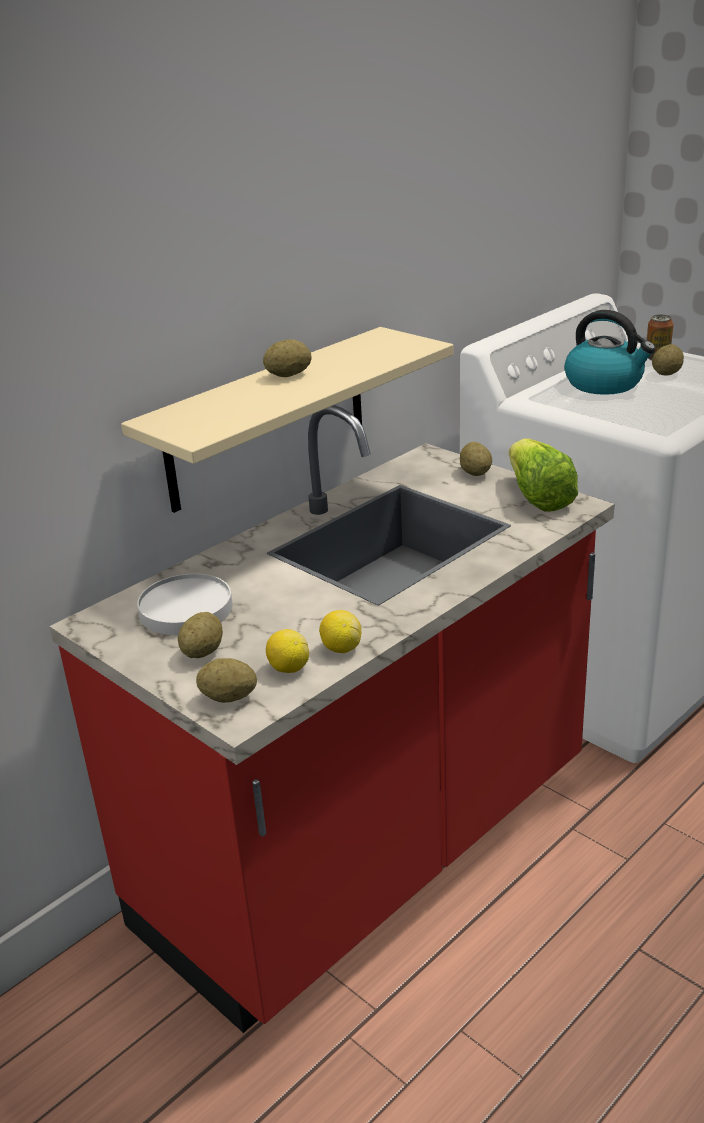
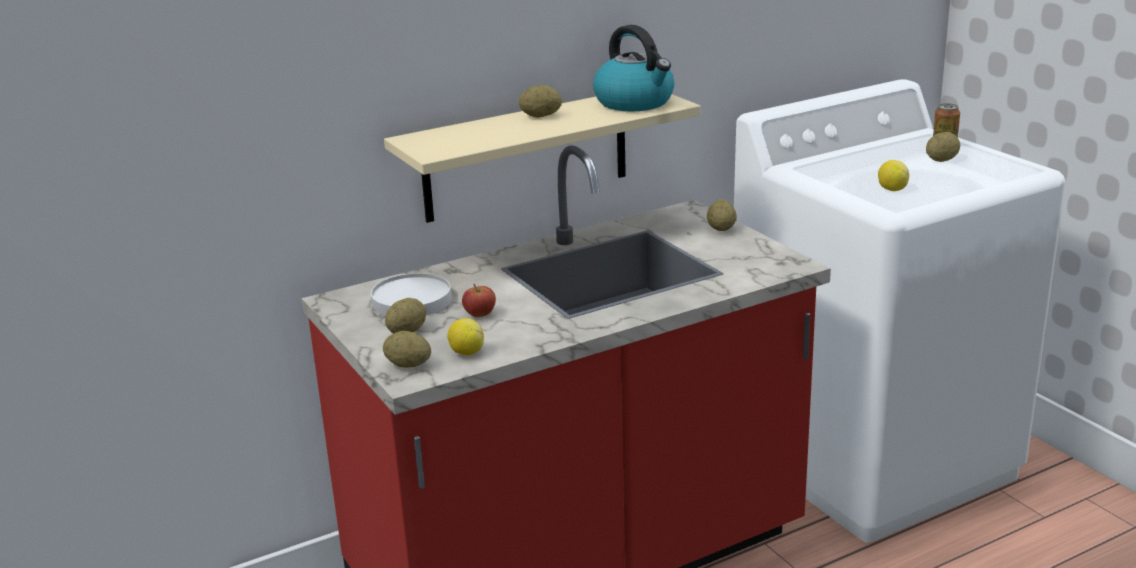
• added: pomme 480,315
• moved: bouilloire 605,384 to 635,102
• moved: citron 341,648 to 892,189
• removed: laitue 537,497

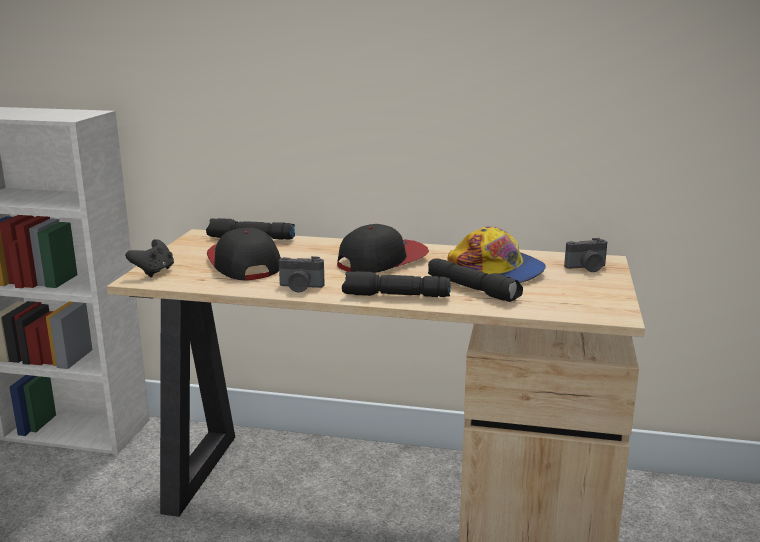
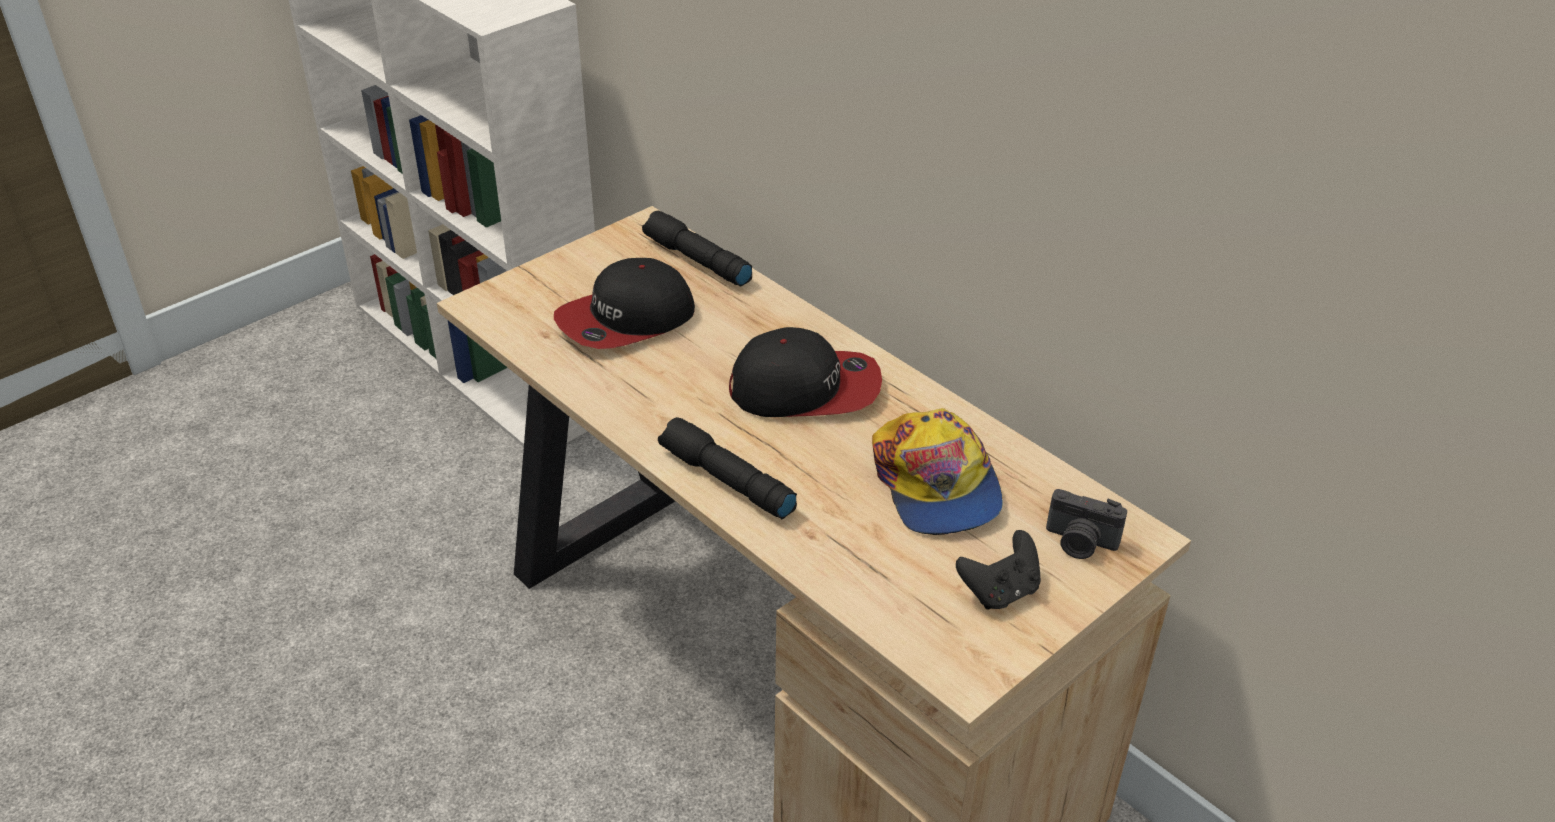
• turned: casquette 243,264 = 626,320 135 degrees counterclockwise
• moved: manette/noir 154,272 to 1000,591
• removed: appareil photo 300,287
• removed: lampe de poche/noir 473,289

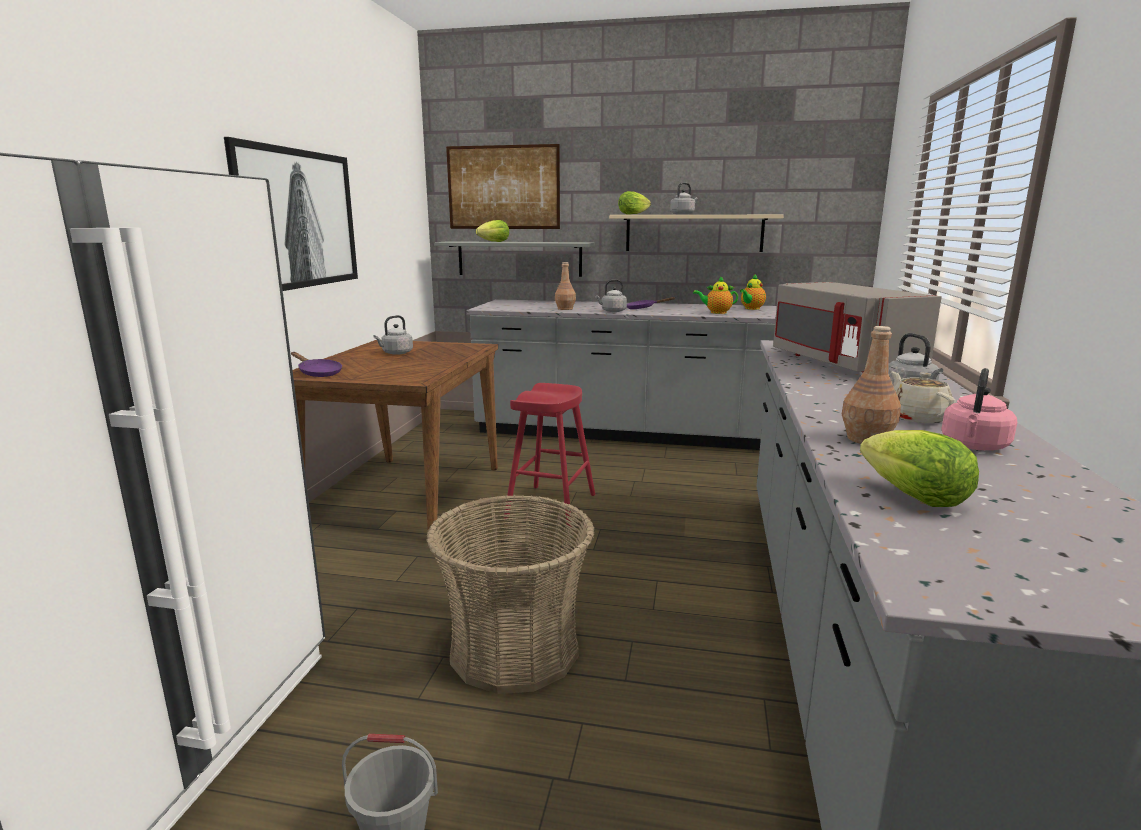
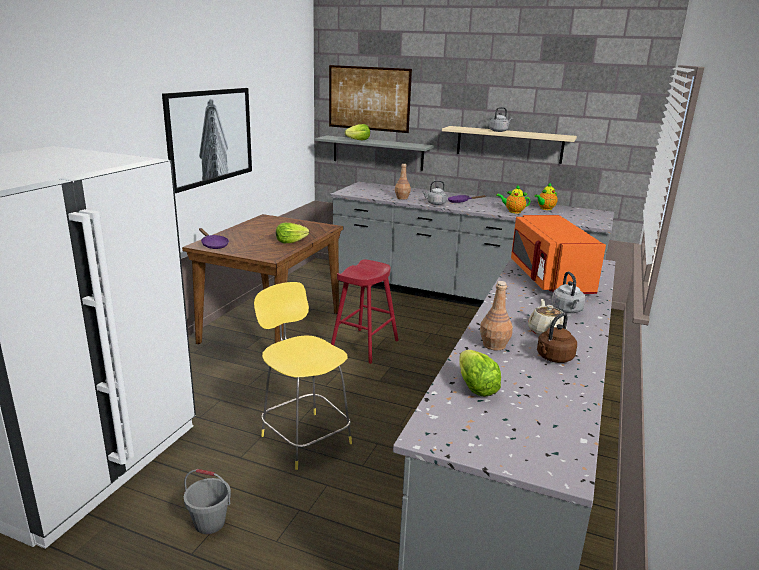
• replaced: panier 514,649 to tabouret/jaune 304,438
• moved: laitue 632,214 to 290,242
• recoloured: micro-ondes/gris 840,364 to micro-ondes/orange 548,278
• recoloured: bouilloire/rose 974,446 to bouilloire/marron 553,358
• removed: bouilloire/gris 396,353

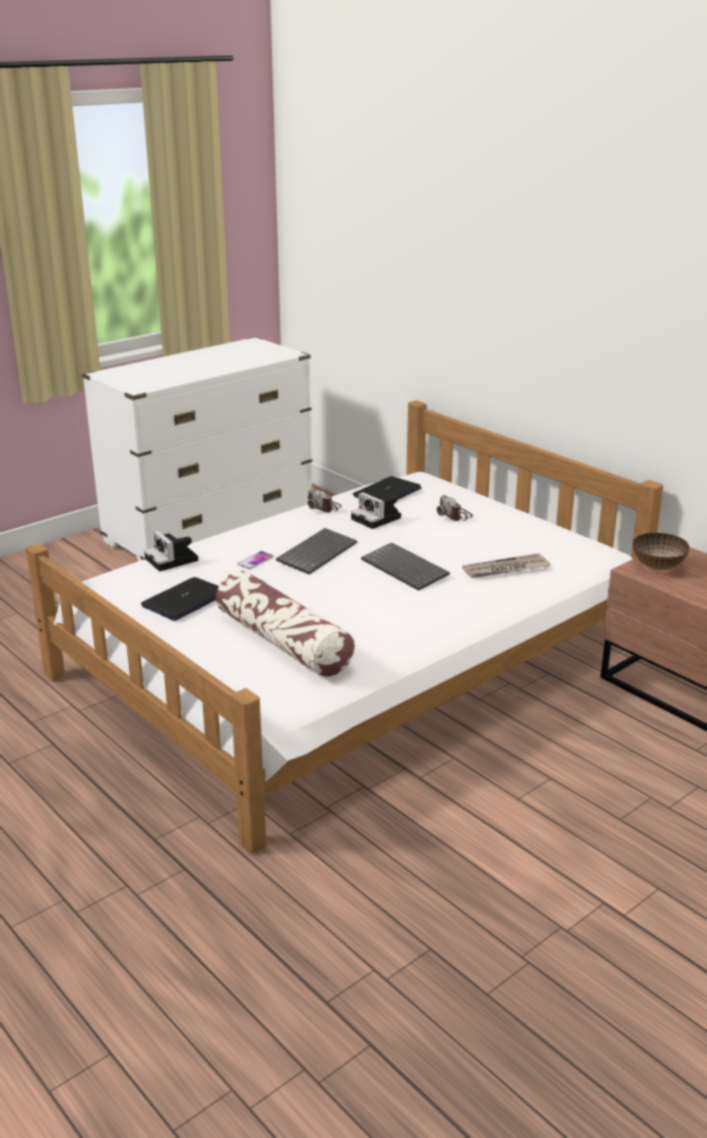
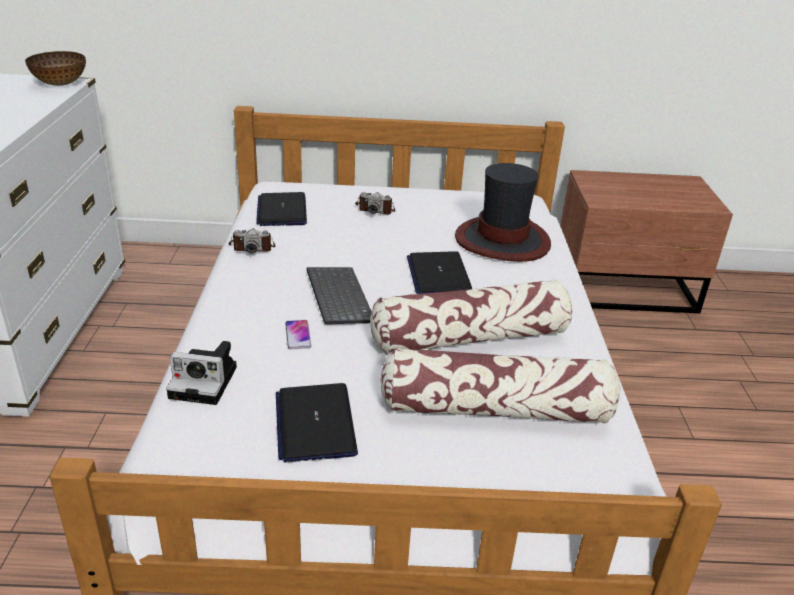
• moved: bol 657,567 to 59,84
• added: coussin 470,337
• replaced: clavier 406,568 to ordinateur portable 438,275
• replaced: journal 505,569 to chapeau 503,240
• removed: appareil photo 377,519

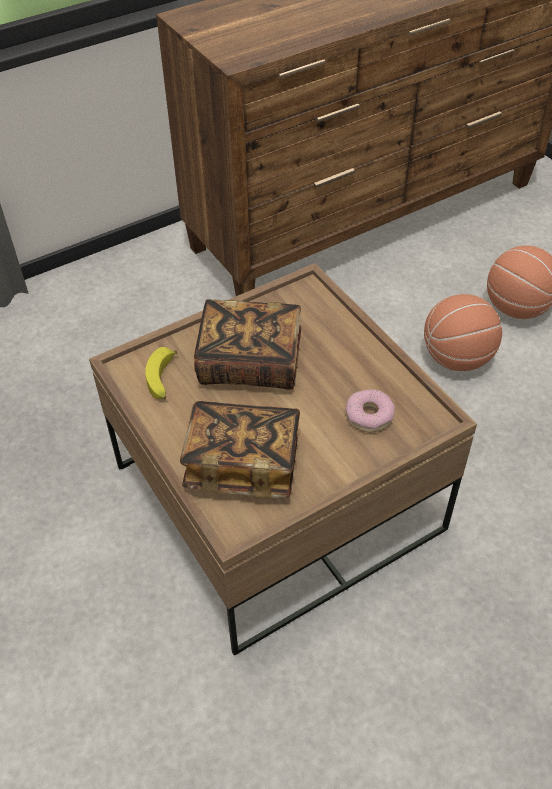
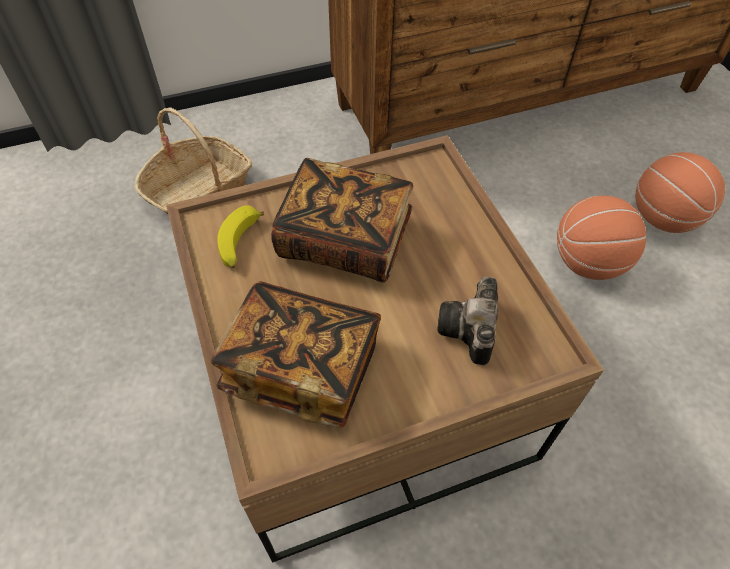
• added: panier 199,190
• replaced: beignet 368,415 to appareil photo 469,332

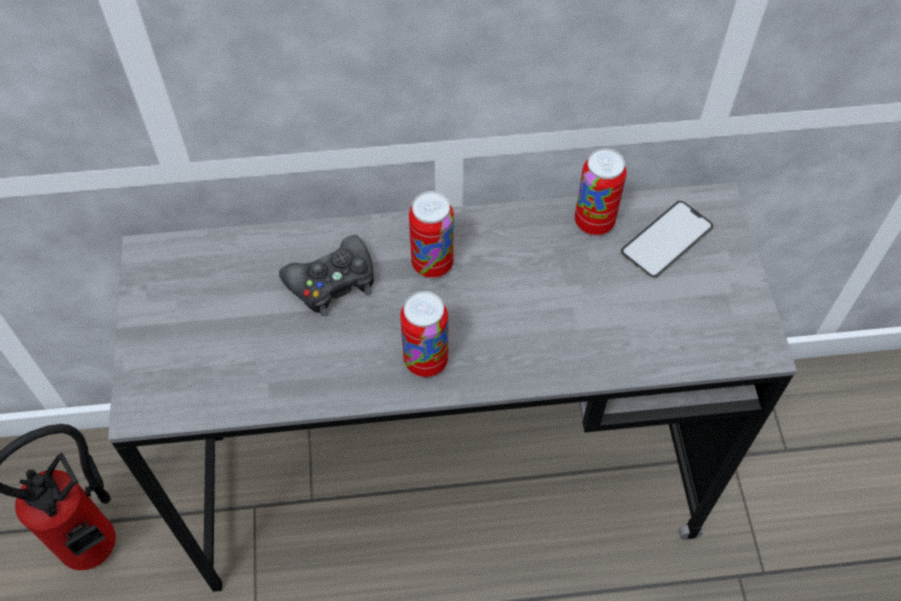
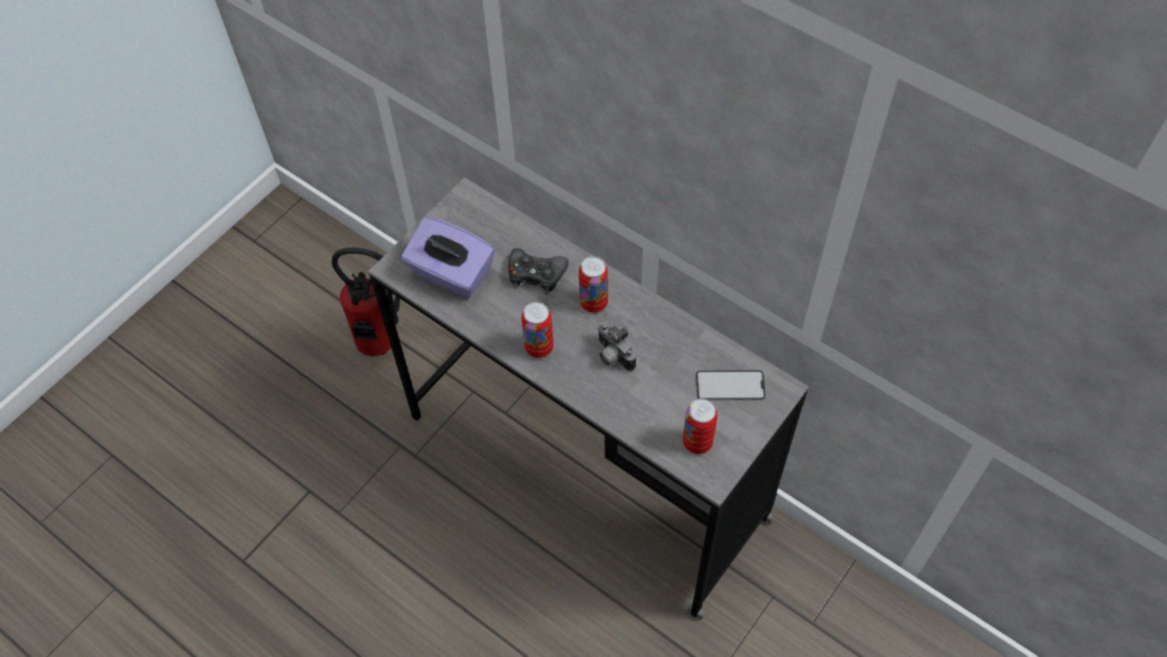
• added: boîte à mouchoirs/violet 451,274
• added: appareil photo 612,356
• moved: boîte métallique 594,222 to 697,442

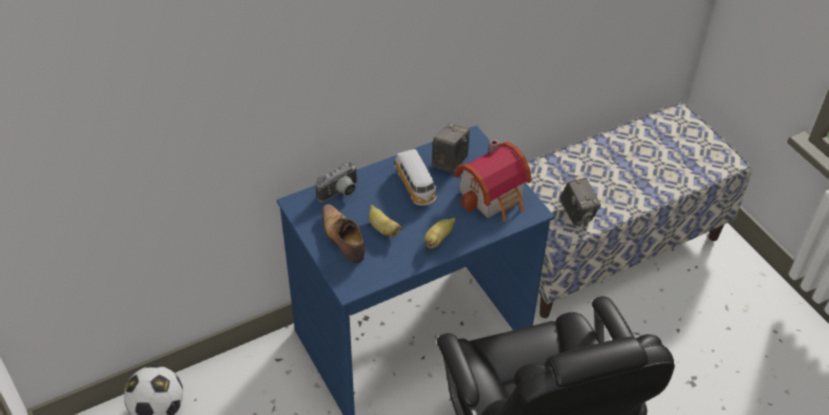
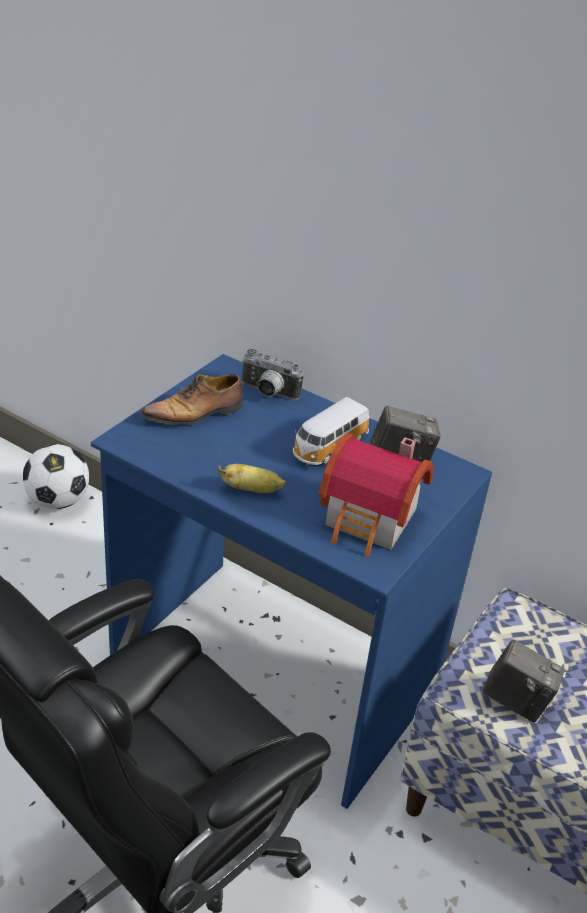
• turned: chaussure 342,238 = 196,414 150 degrees counterclockwise
• turned: appareil photo 577,213 = 516,701 105 degrees counterclockwise
• removed: banane 383,228

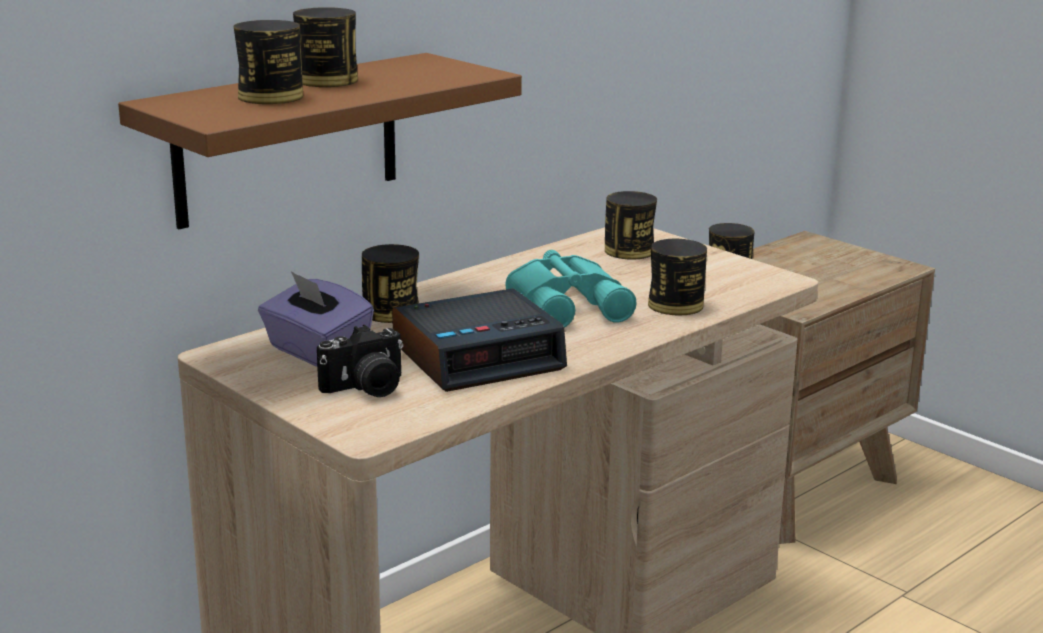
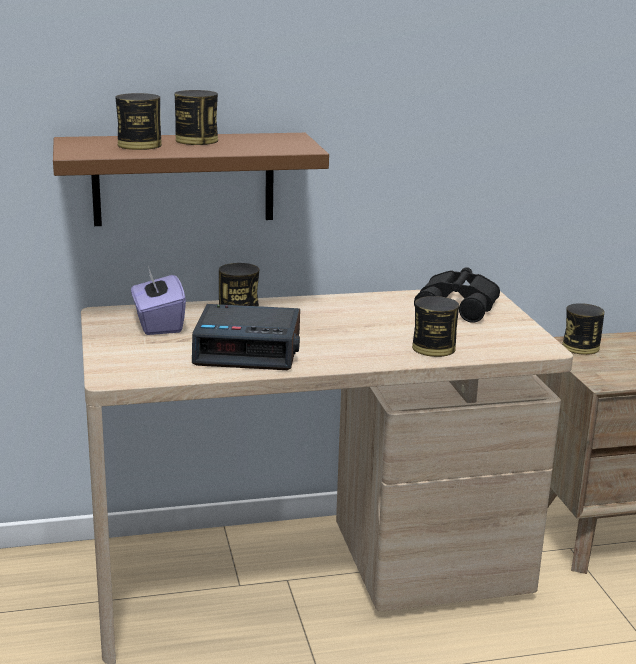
• replaced: boîte métallique 629,251 to jumelles/noir 459,306
• removed: appareil photo 366,388
• removed: jumelles/turquoise 569,305

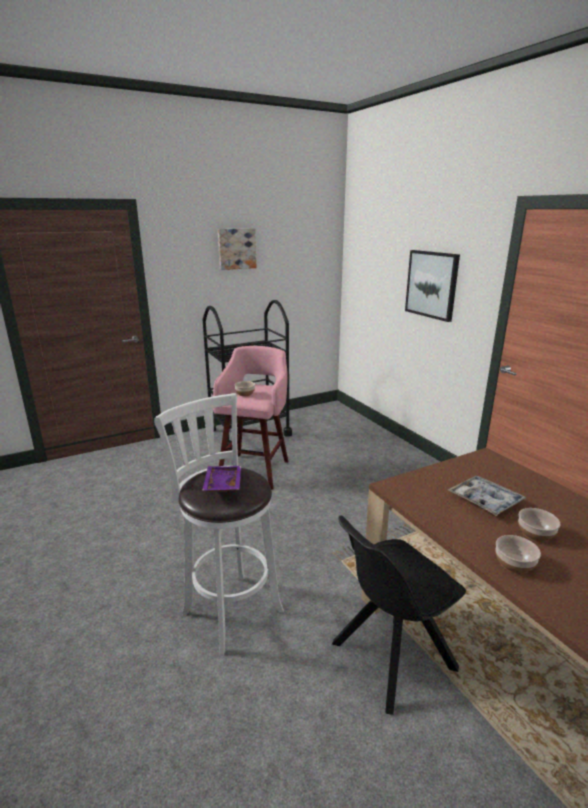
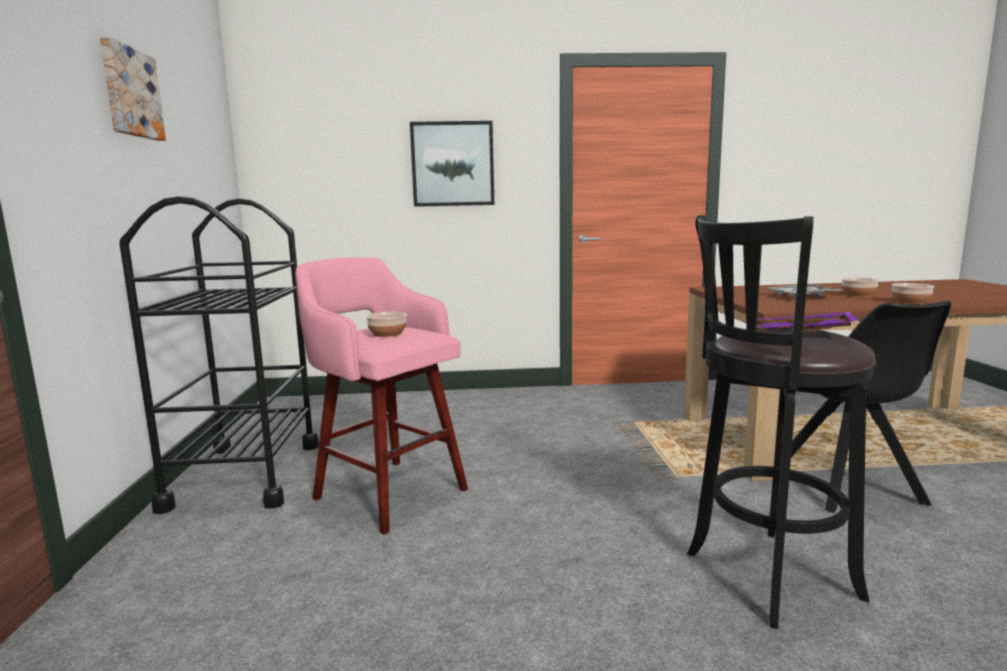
• recoloured: tabouret/blanc 229,609 to tabouret/noir 764,577

